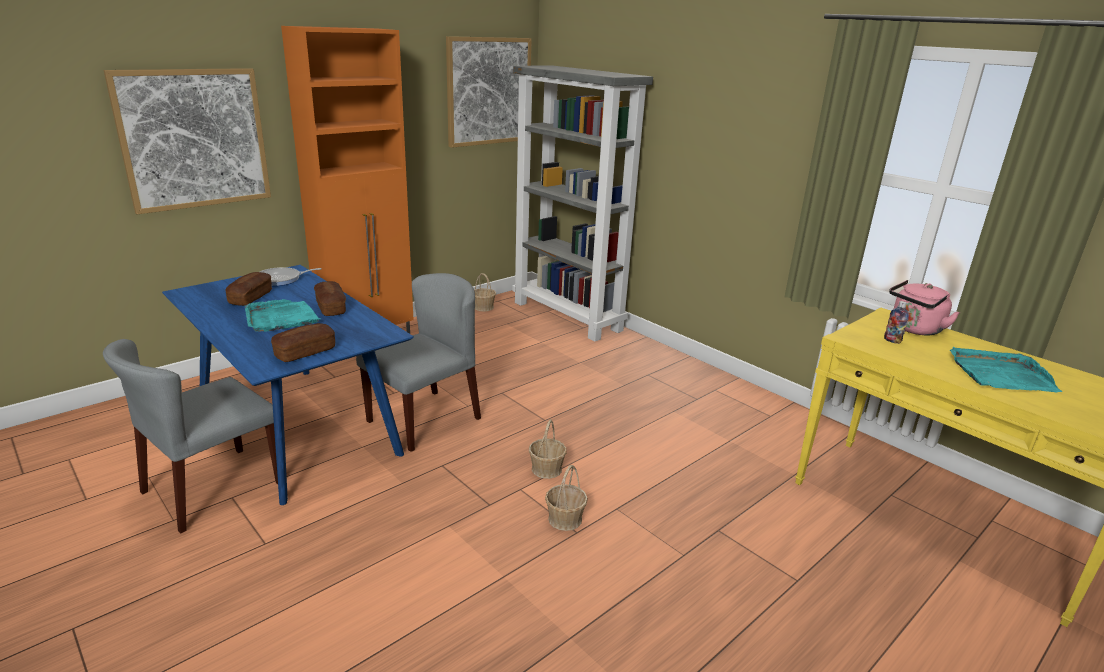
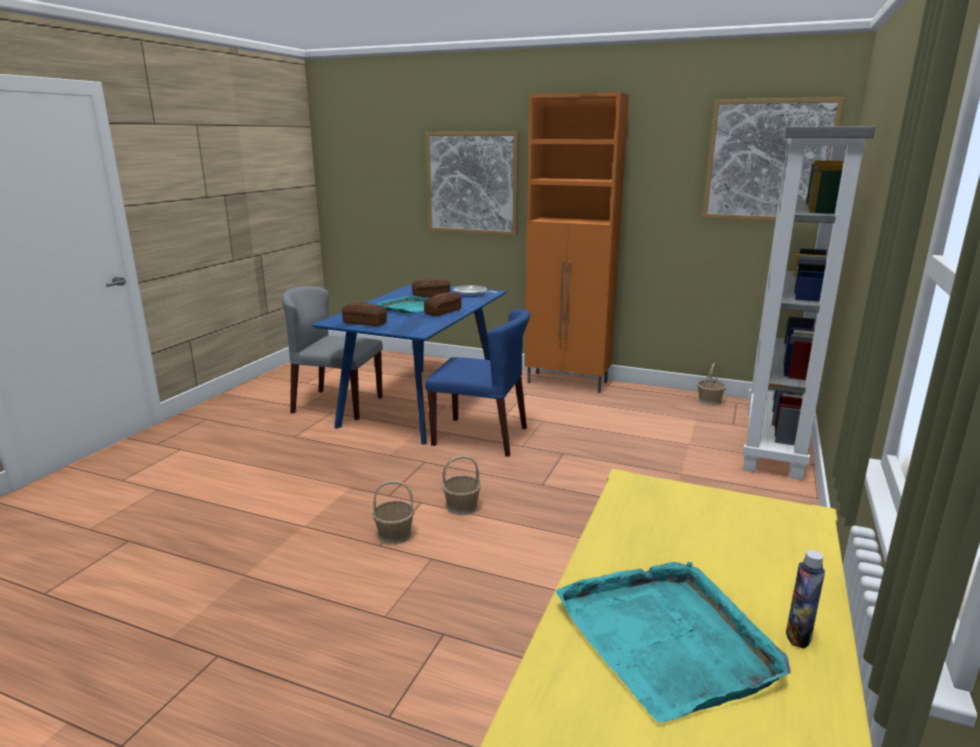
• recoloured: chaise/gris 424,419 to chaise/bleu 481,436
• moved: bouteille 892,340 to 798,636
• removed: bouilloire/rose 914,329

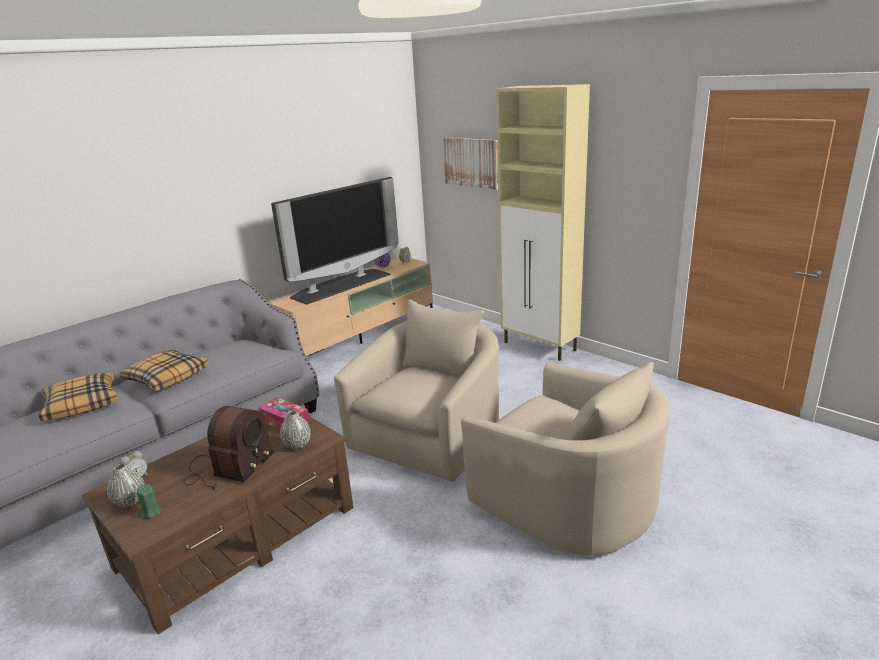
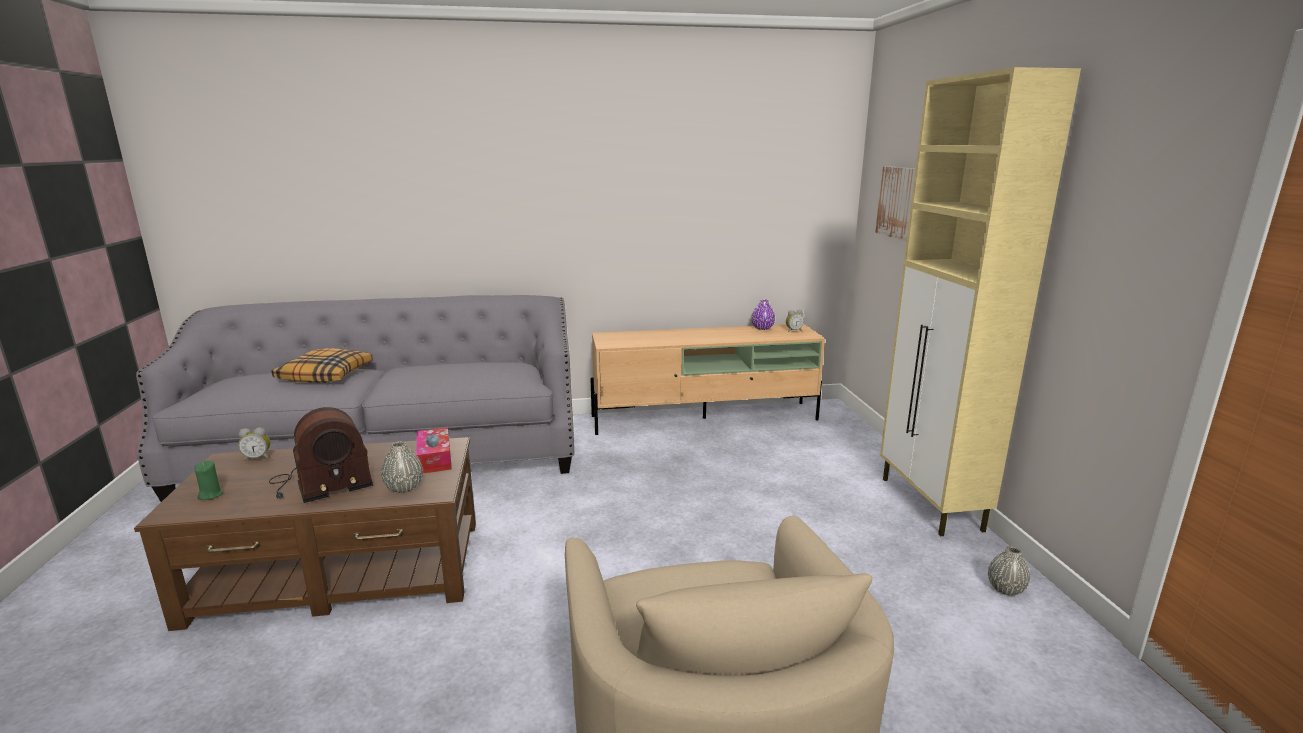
• moved: vase/gris 130,500 to 1005,589
• removed: coussin 167,377
• removed: téléviseur 341,285
• removed: fauteuil/beige 431,435

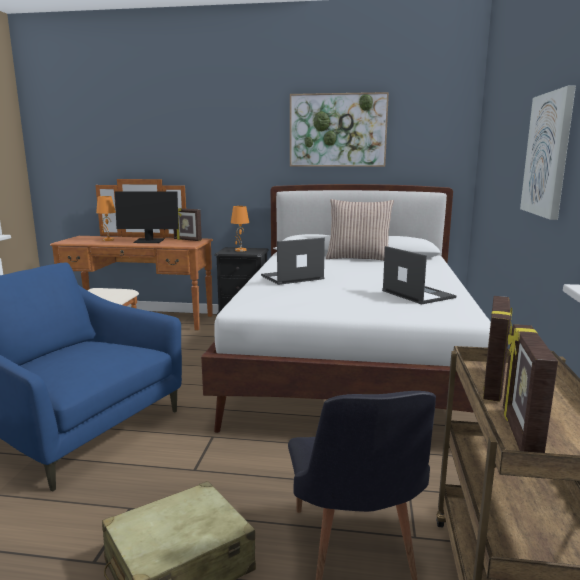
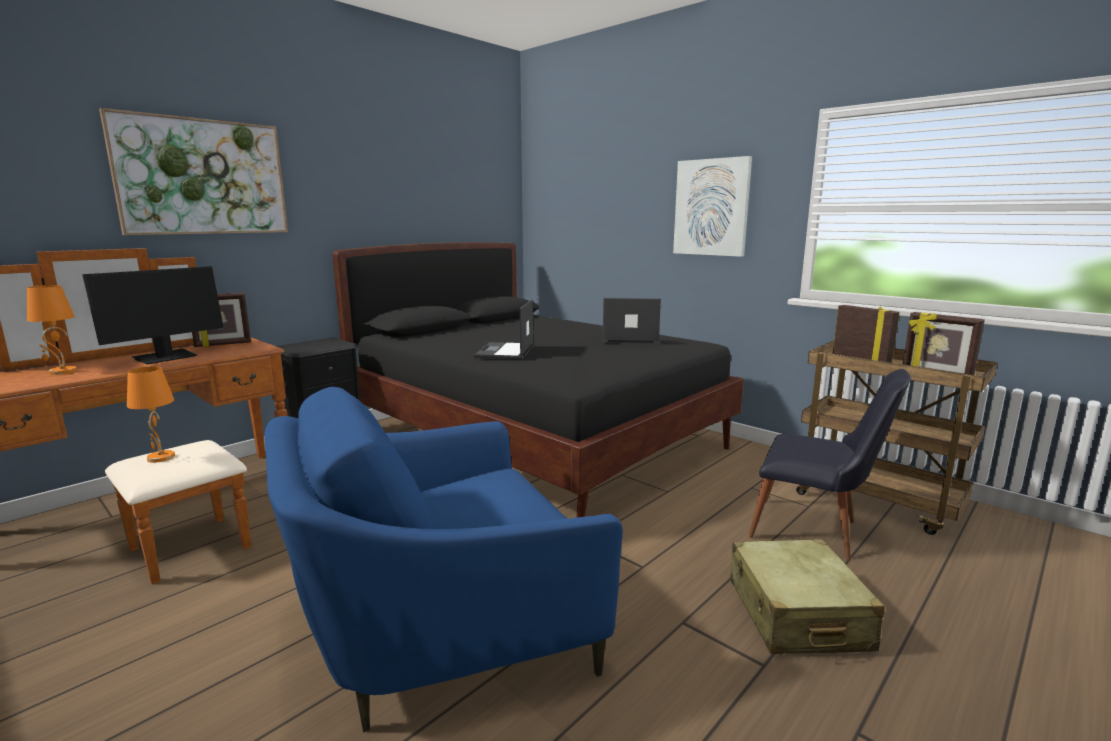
• moved: tableau 337,130 to 202,177
• moved: lampe de table/orange 240,250 to 161,458
• recoloured: lit/blanc 352,366 to lit/noir 535,438
• removed: coussin 358,258

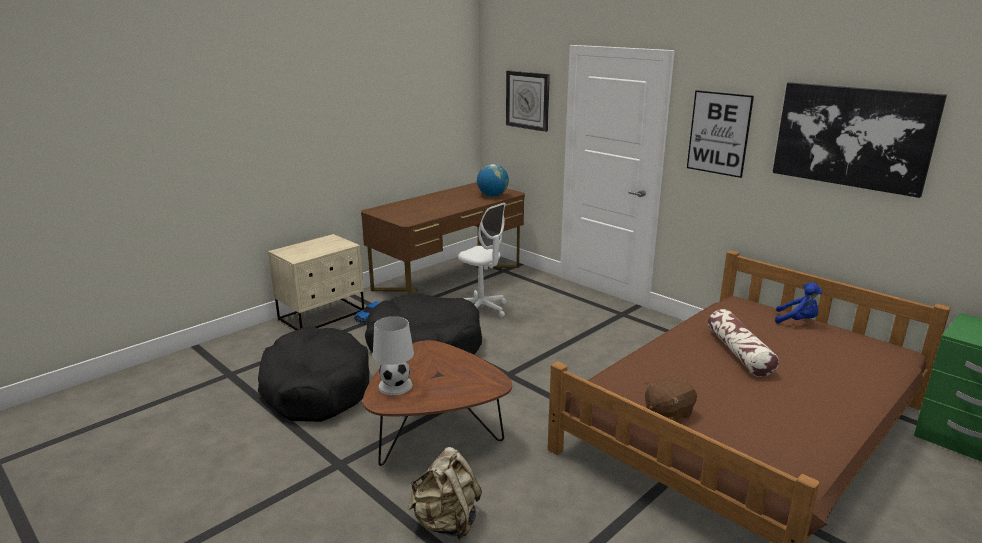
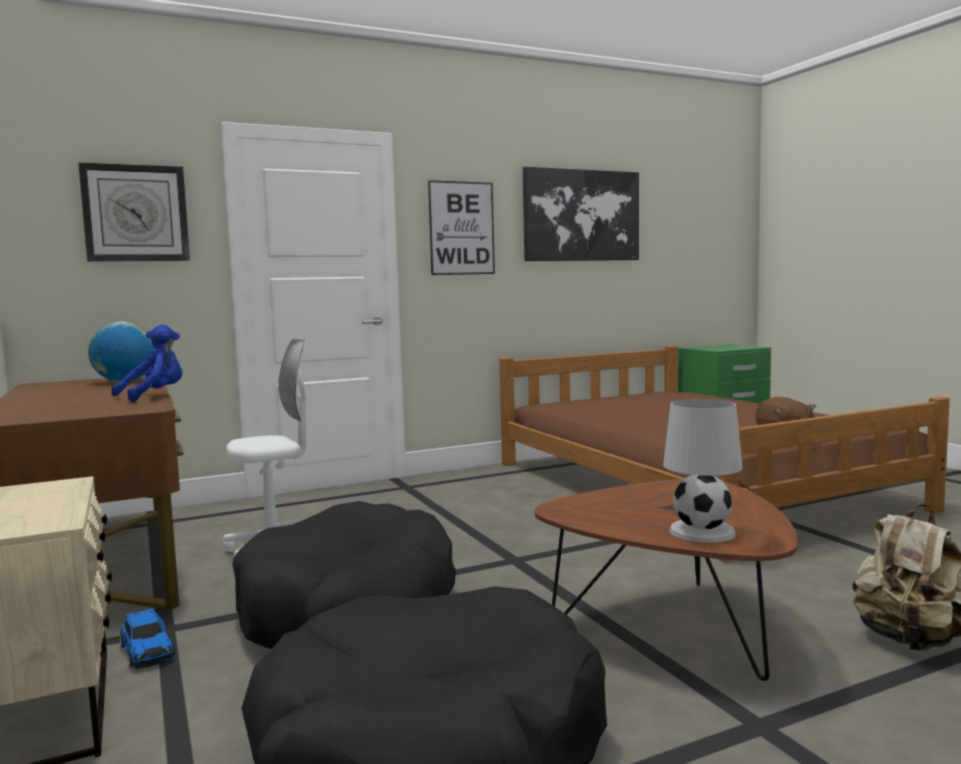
• moved: peluche/bleu 797,321 to 154,396
• removed: coussin 739,353

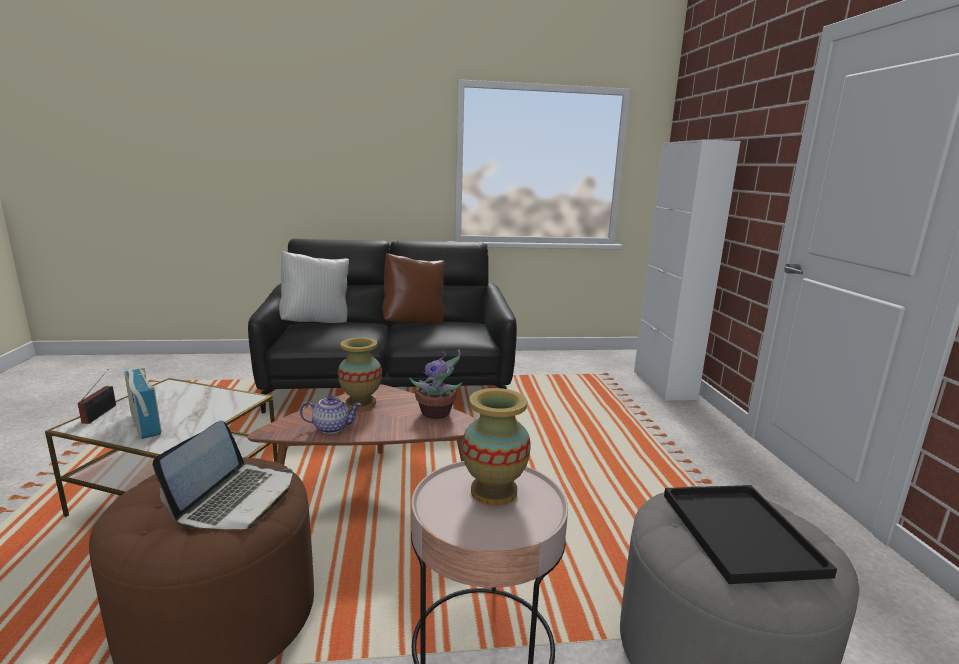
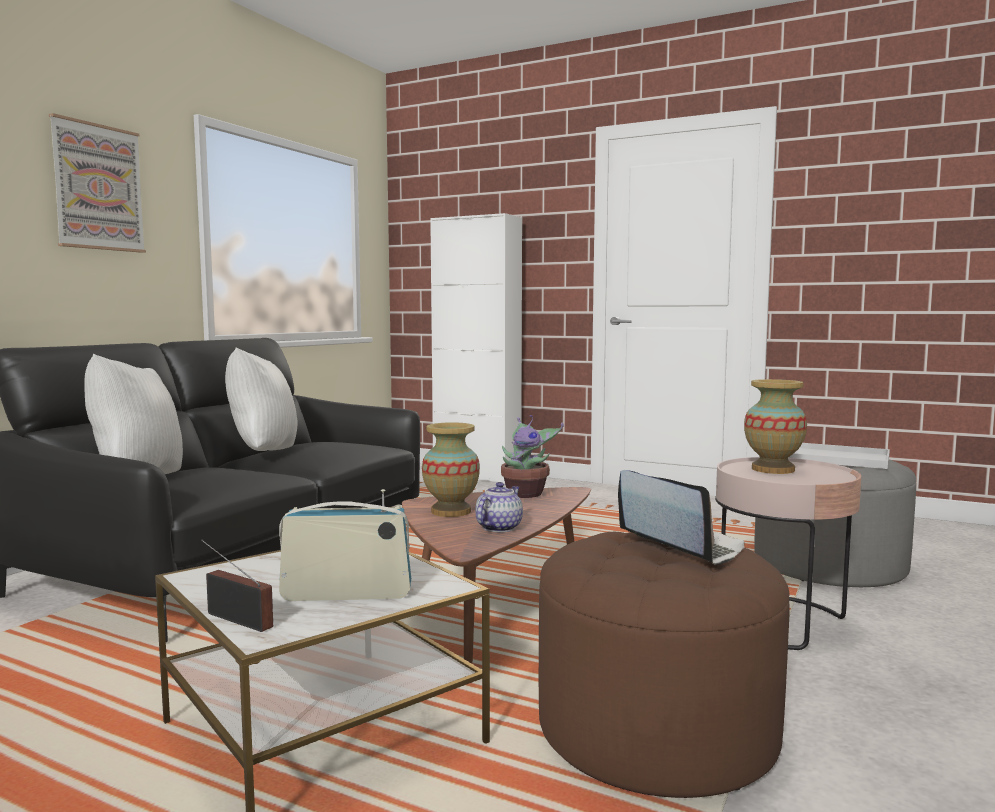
• added: tableau 98,187
• recoloured: coussin/marron 414,322 to coussin/blanc 262,453
• recoloured: plateau/noir 743,534 to plateau/blanc 838,458

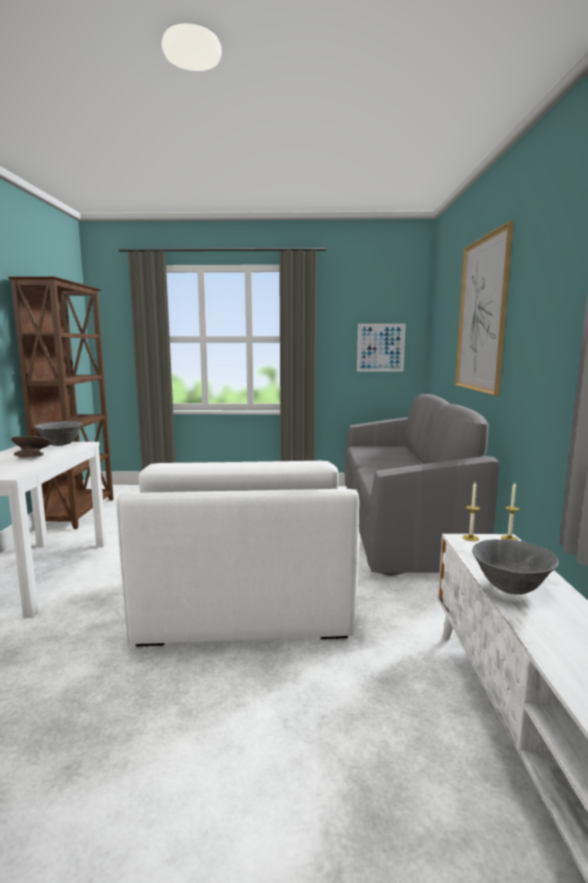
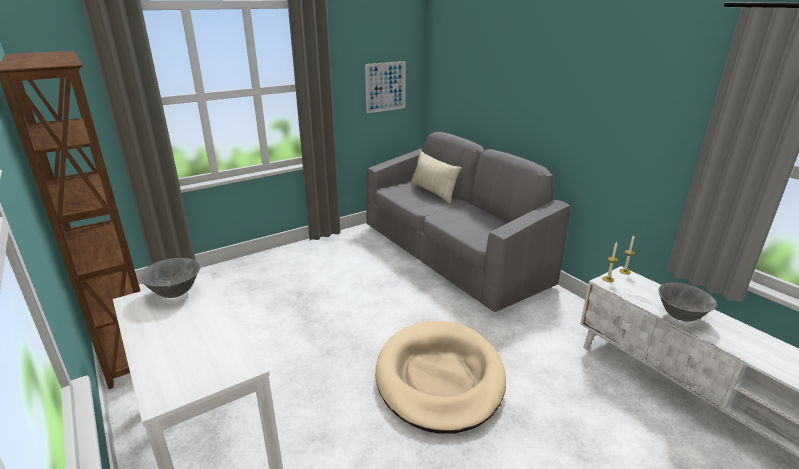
• replaced: fauteuil/blanc 245,602 to panier pour chien/beige 439,378
• added: coussin/beige 433,192
• removed: bol/gris 33,458
• removed: tableau 482,315

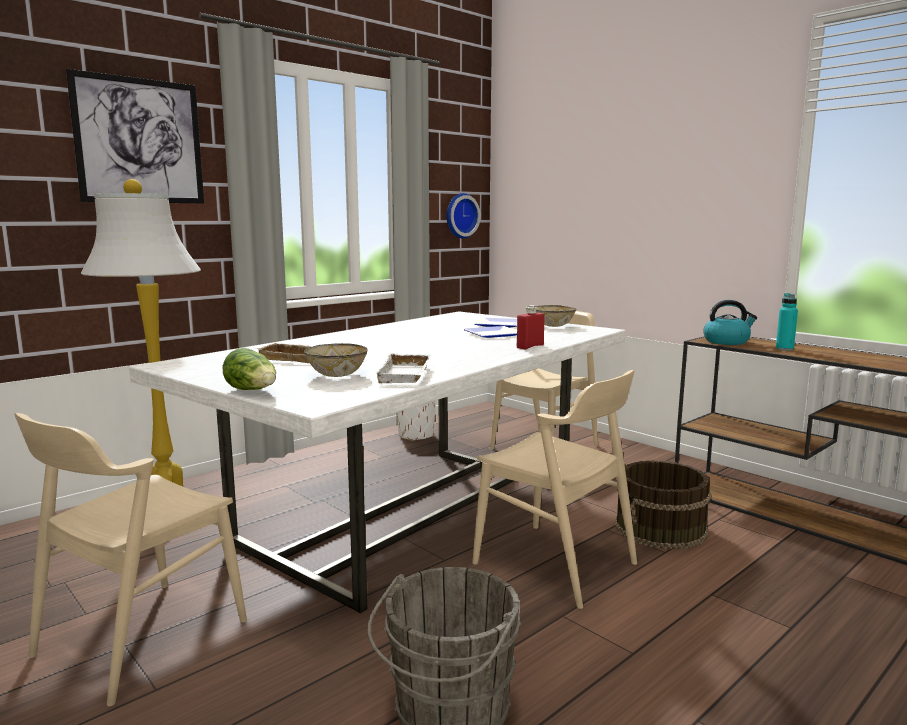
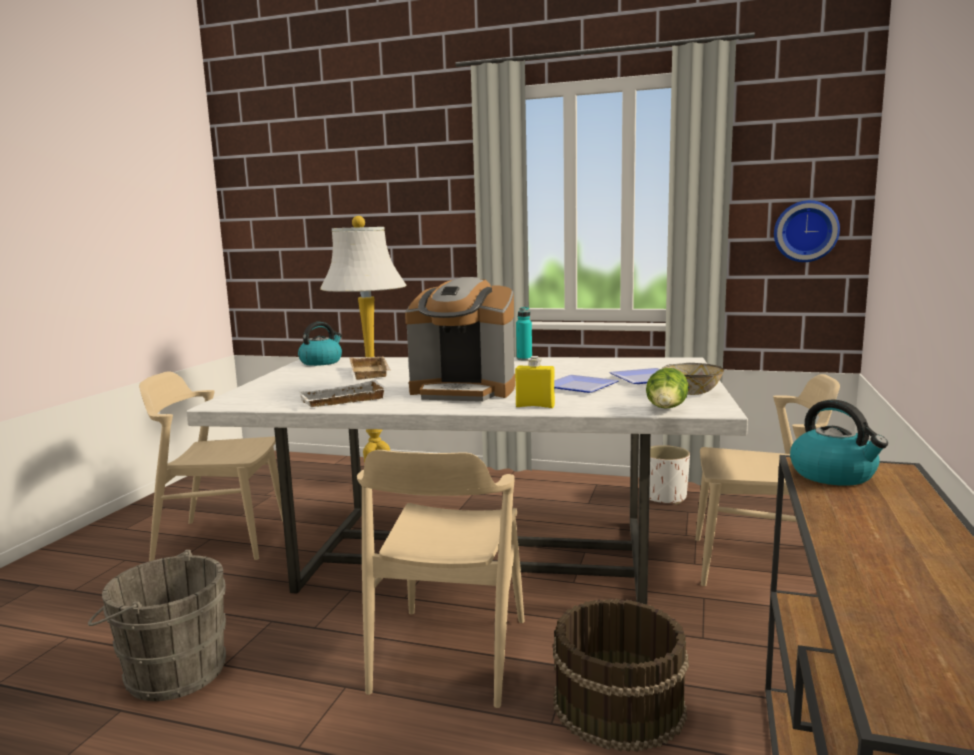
• added: bouilloire 321,362
• added: machine à café 464,391
• recoloured: bouteille/rouge 530,346 to bouteille/jaune 535,406
• moved: bouteille/turquoise 784,349 to 524,359
• moved: laitue 253,391 to 667,409
• removed: tableau 139,141
• removed: bol 337,375

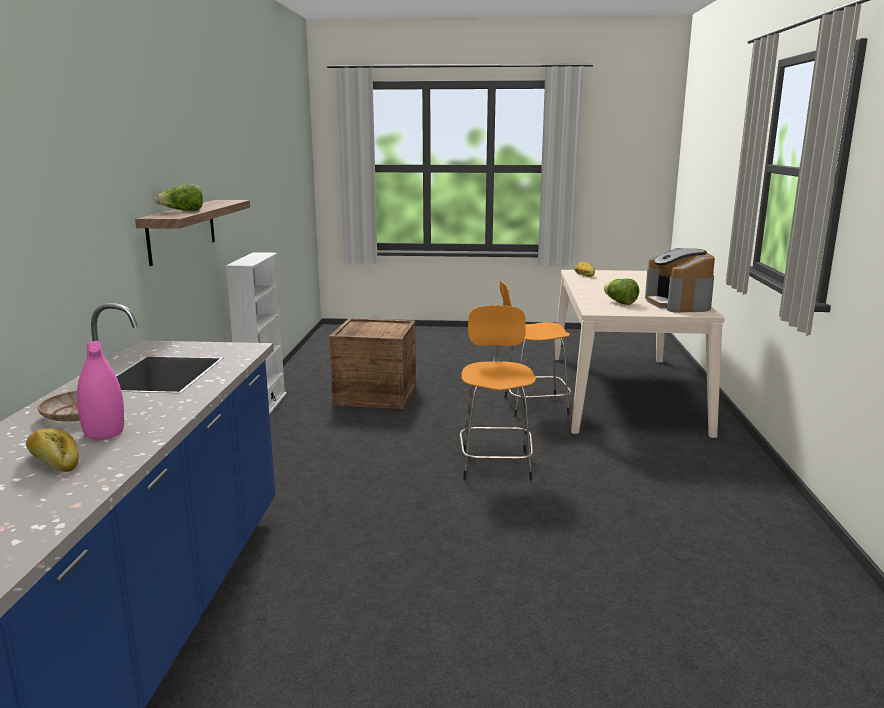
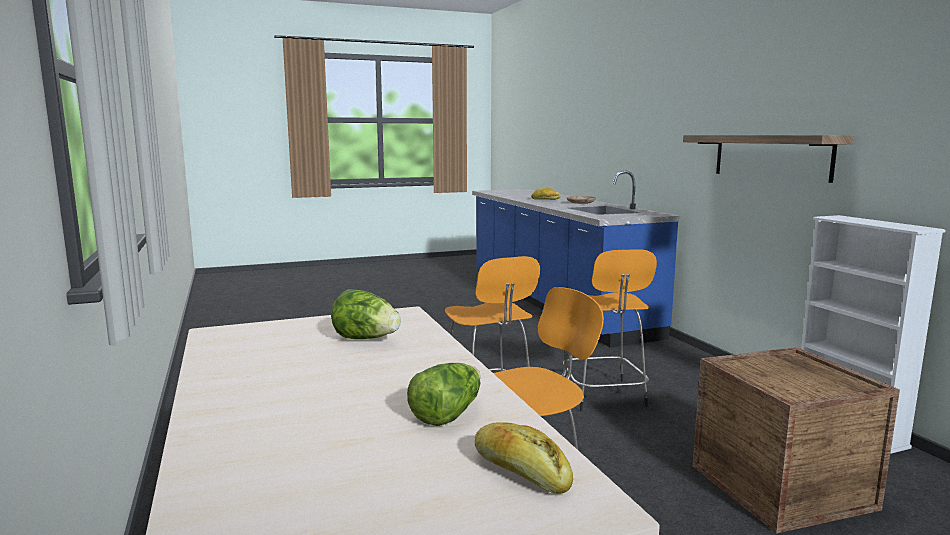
• moved: laitue 182,211 to 447,413
• added: tabouret/orange 603,396
• removed: vase/rose 104,432
• removed: machine à café 678,304

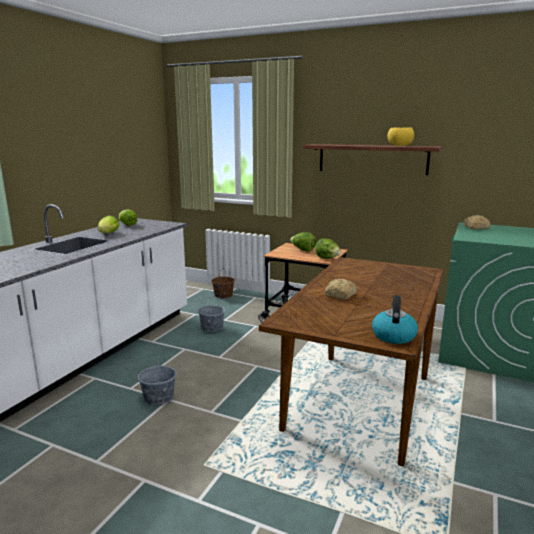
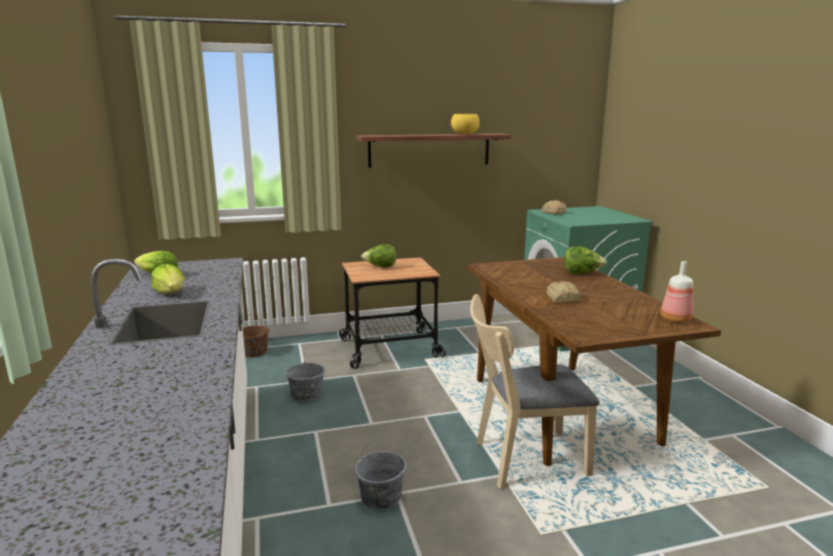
• added: chaise/beige 522,459
• moved: laitue 327,259 to 582,273
• replaced: bouilloire 393,335 to bouteille 675,320

